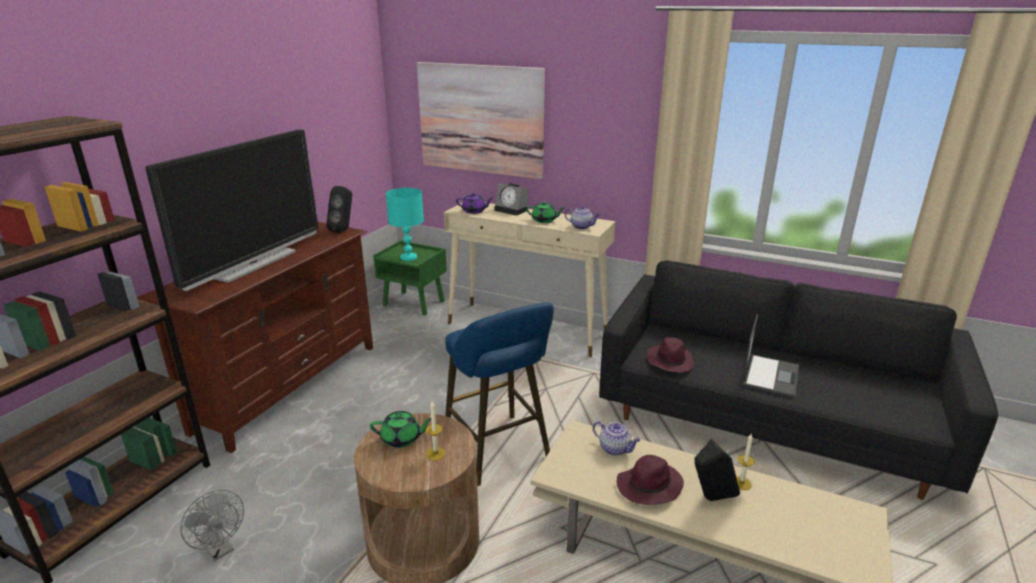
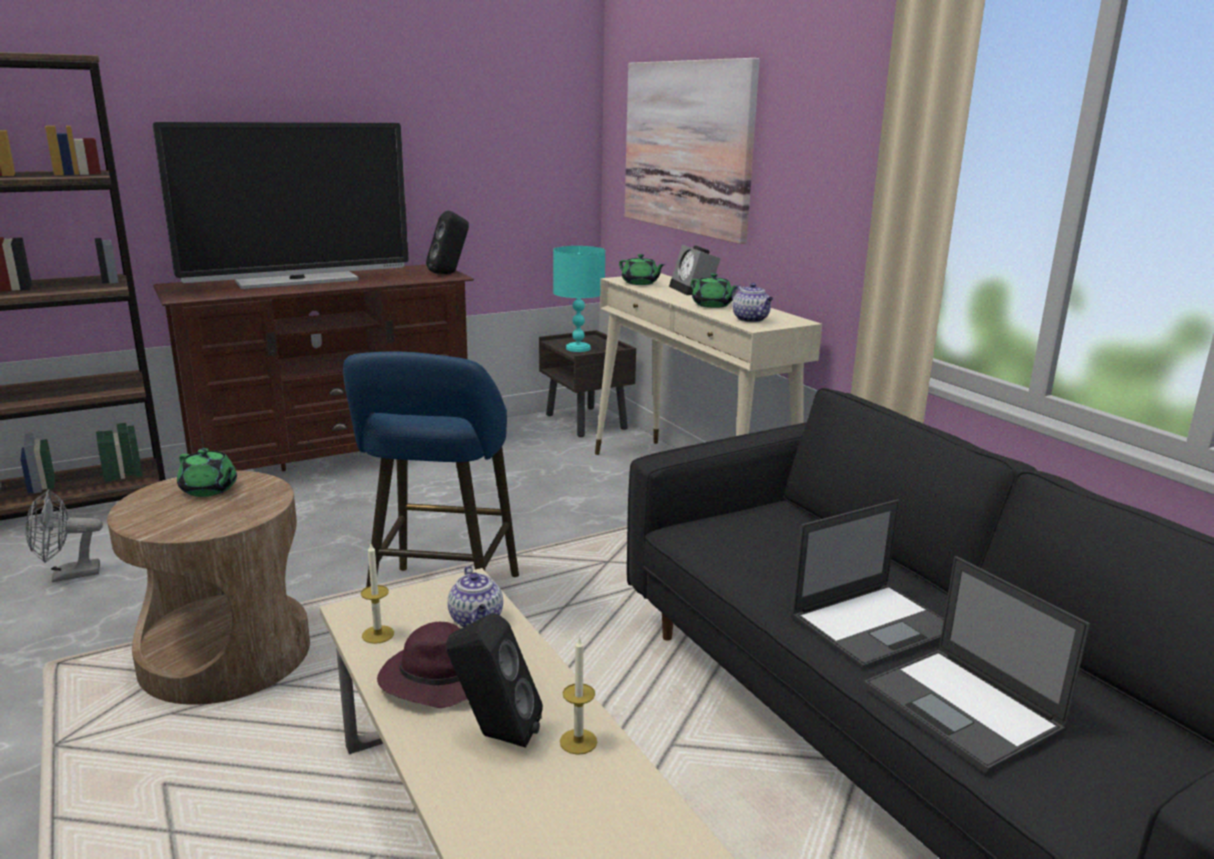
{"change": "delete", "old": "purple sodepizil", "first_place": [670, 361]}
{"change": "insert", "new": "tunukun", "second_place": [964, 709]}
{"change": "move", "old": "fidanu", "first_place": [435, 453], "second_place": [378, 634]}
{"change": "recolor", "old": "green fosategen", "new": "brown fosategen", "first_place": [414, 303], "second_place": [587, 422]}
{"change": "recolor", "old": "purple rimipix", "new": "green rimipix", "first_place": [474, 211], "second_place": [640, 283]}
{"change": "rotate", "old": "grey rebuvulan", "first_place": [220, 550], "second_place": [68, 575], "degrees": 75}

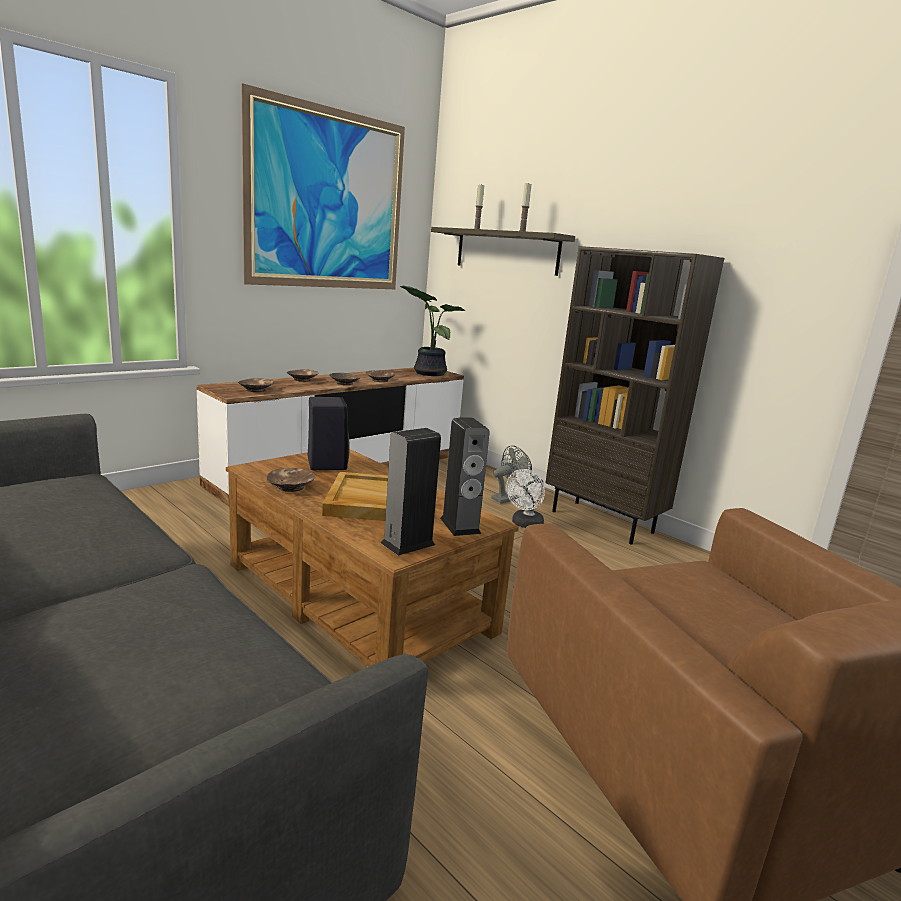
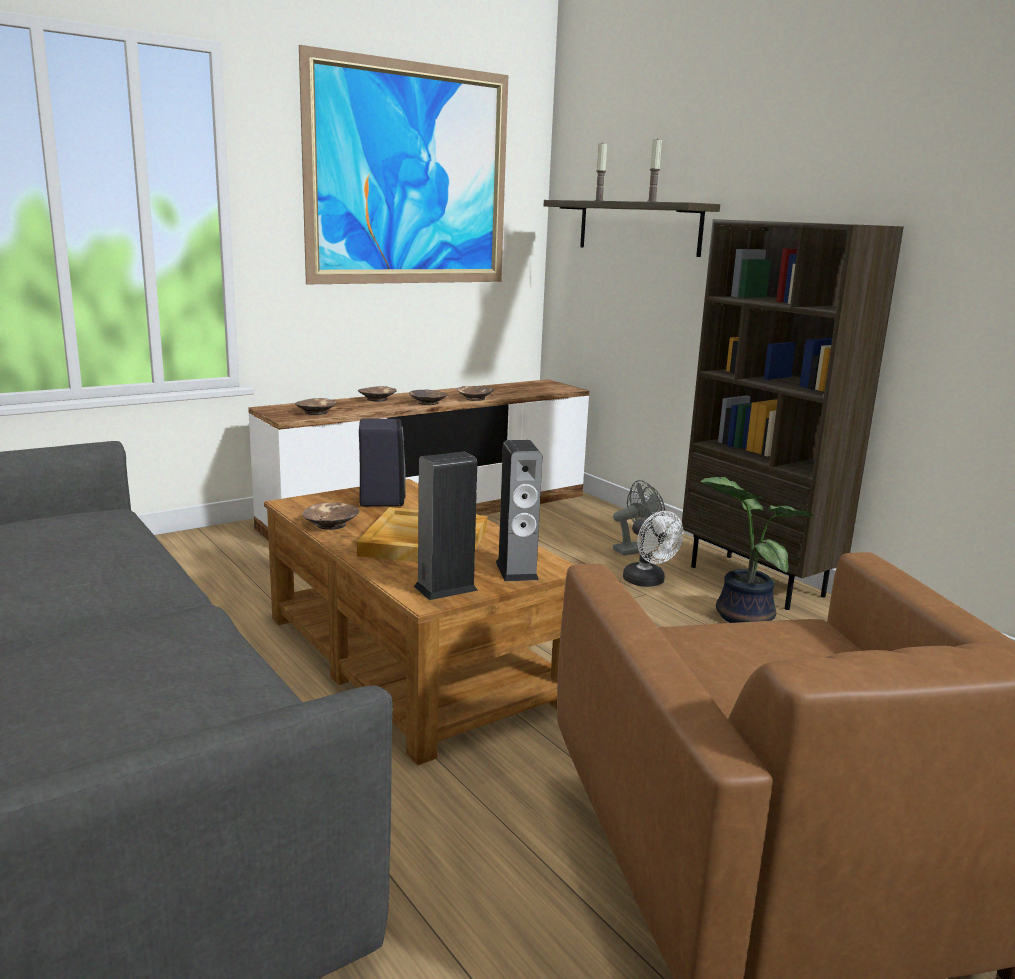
{"change": "move", "old": "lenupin", "first_place": [427, 373], "second_place": [740, 616]}
{"change": "rotate", "old": "white rebuvulan", "first_place": [525, 524], "second_place": [648, 582], "degrees": -75}

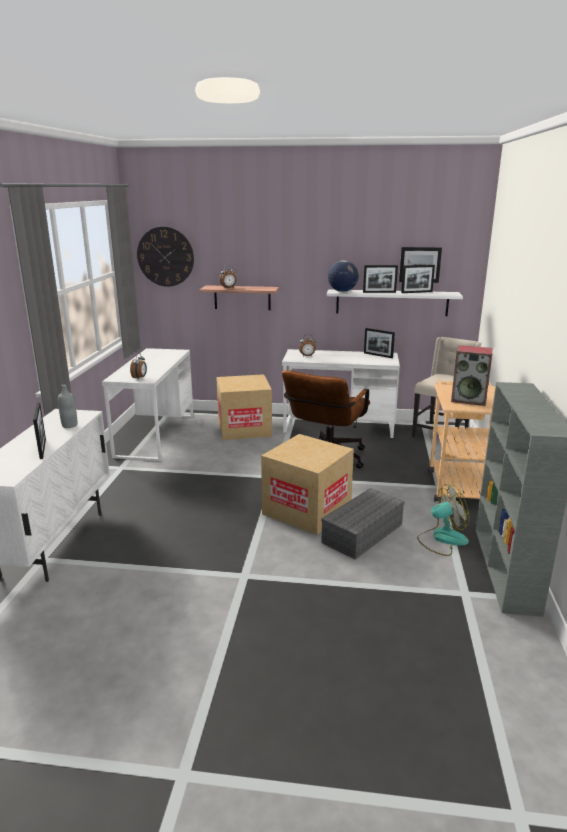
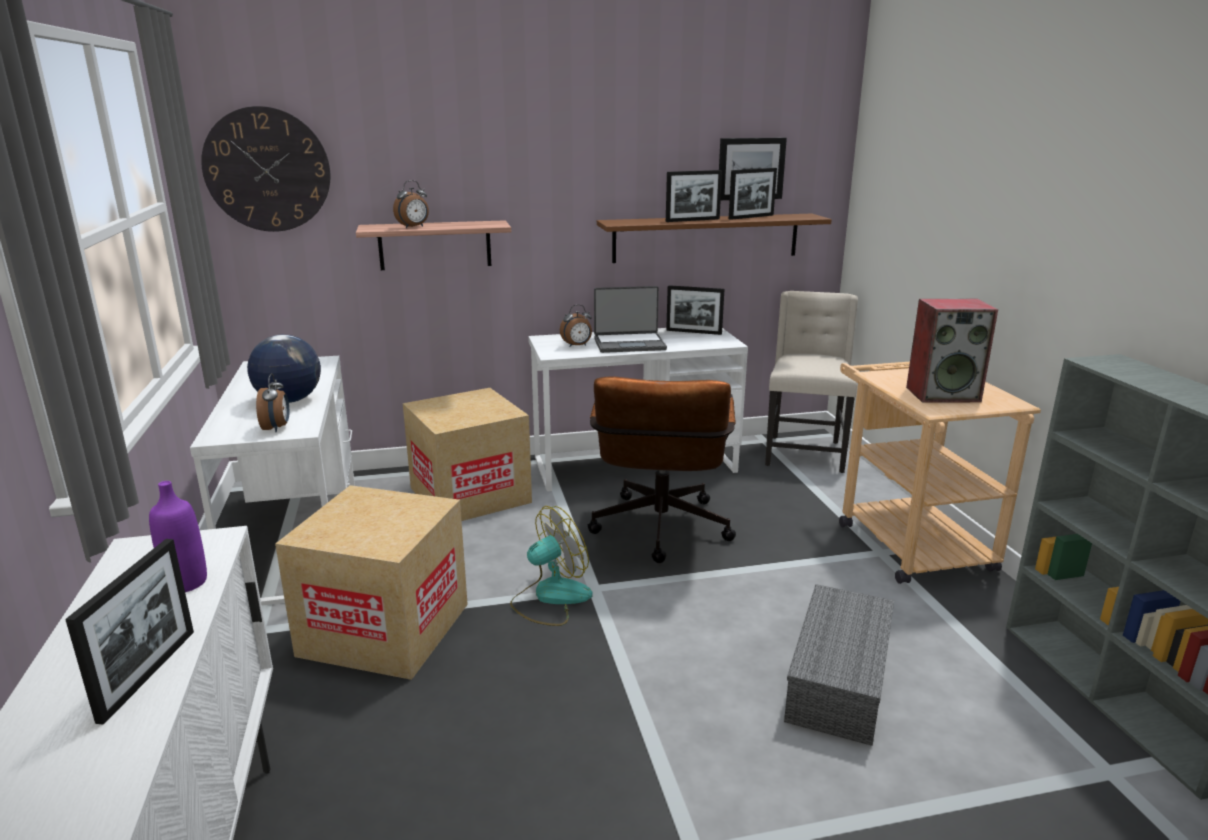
{"change": "insert", "new": "tunukun", "second_place": [629, 344]}
{"change": "move", "old": "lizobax", "first_place": [307, 510], "second_place": [385, 629]}
{"change": "move", "old": "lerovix", "first_place": [342, 291], "second_place": [289, 400]}
{"change": "move", "old": "rebuvulan", "first_place": [442, 539], "second_place": [550, 598]}
{"change": "recolor", "old": "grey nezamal", "new": "purple nezamal", "first_place": [69, 425], "second_place": [186, 583]}
{"change": "recolor", "old": "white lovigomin", "new": "brown lovigomin", "first_place": [392, 302], "second_place": [706, 238]}
{"change": "rotate", "old": "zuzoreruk", "first_place": [42, 448], "second_place": [148, 674], "degrees": 45}

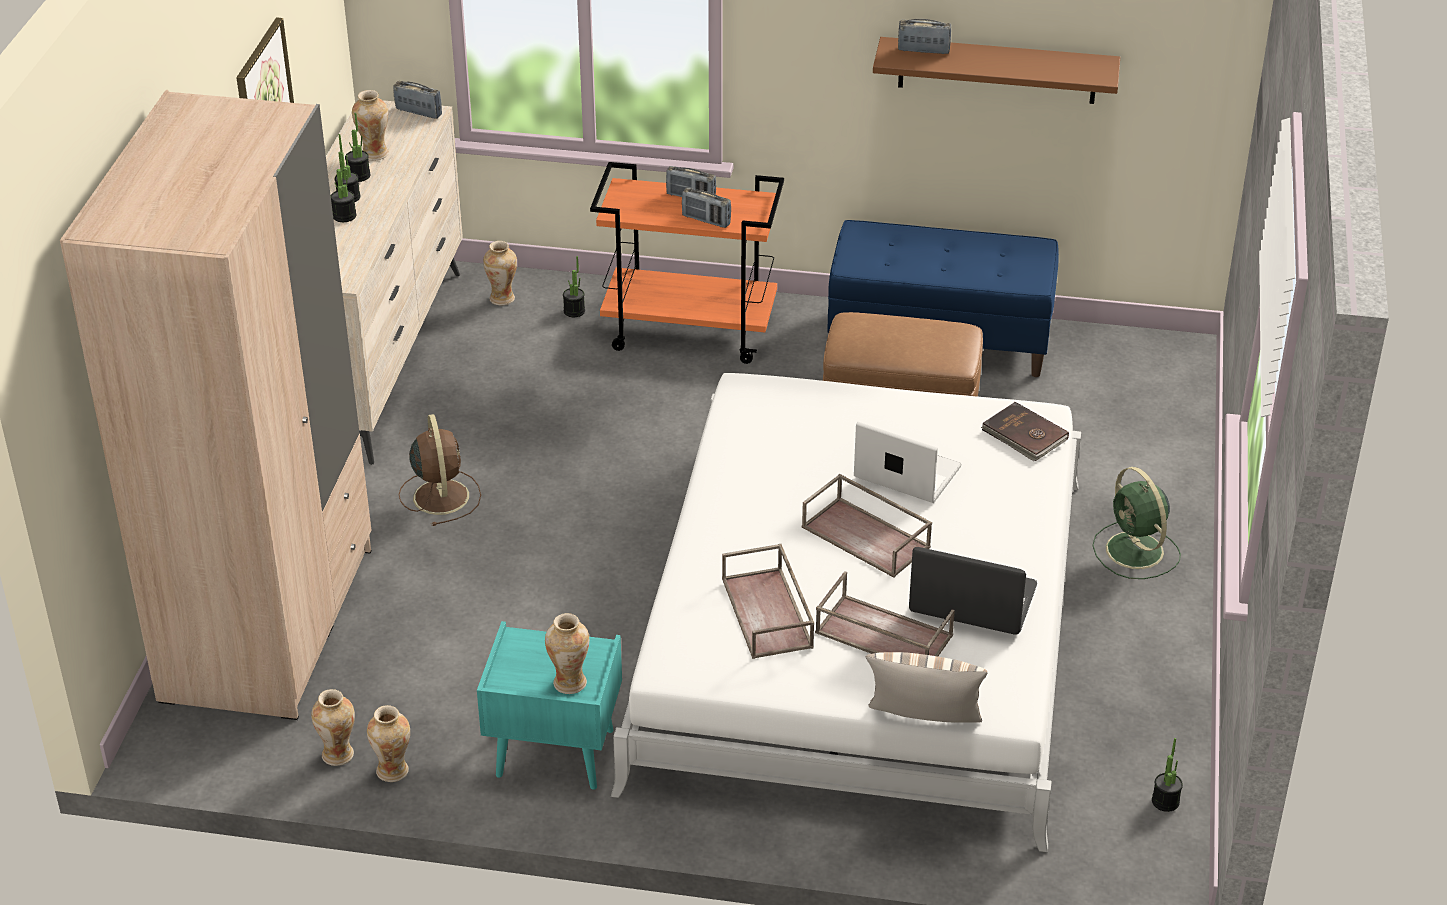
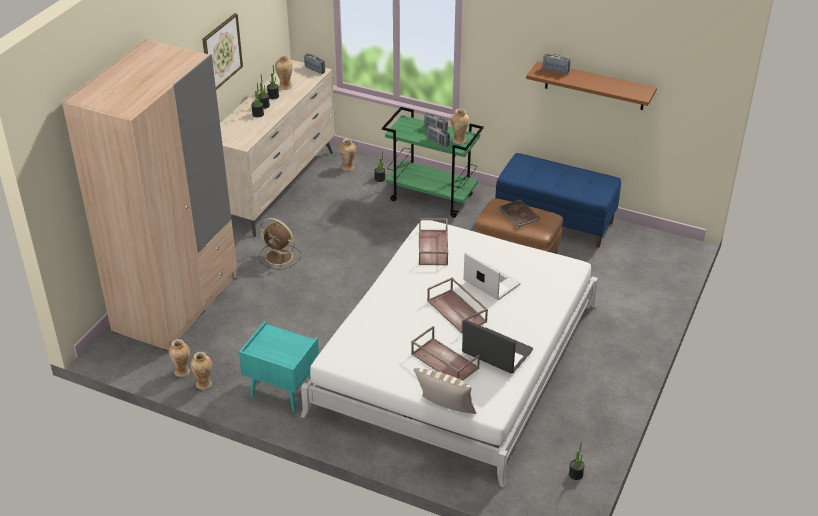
{"change": "delete", "old": "green rebuvulan", "first_place": [1136, 552]}
{"change": "move", "old": "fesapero", "first_place": [569, 683], "second_place": [459, 140]}
{"change": "move", "old": "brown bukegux", "first_place": [768, 613], "second_place": [433, 248]}
{"change": "move", "old": "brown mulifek", "first_place": [1024, 435], "second_place": [518, 215]}
{"change": "recolor", "old": "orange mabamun", "new": "green mabamun", "first_place": [691, 331], "second_place": [432, 197]}
{"change": "rotate", "old": "brown rebuvulan", "first_place": [440, 495], "second_place": [280, 257], "degrees": 120}

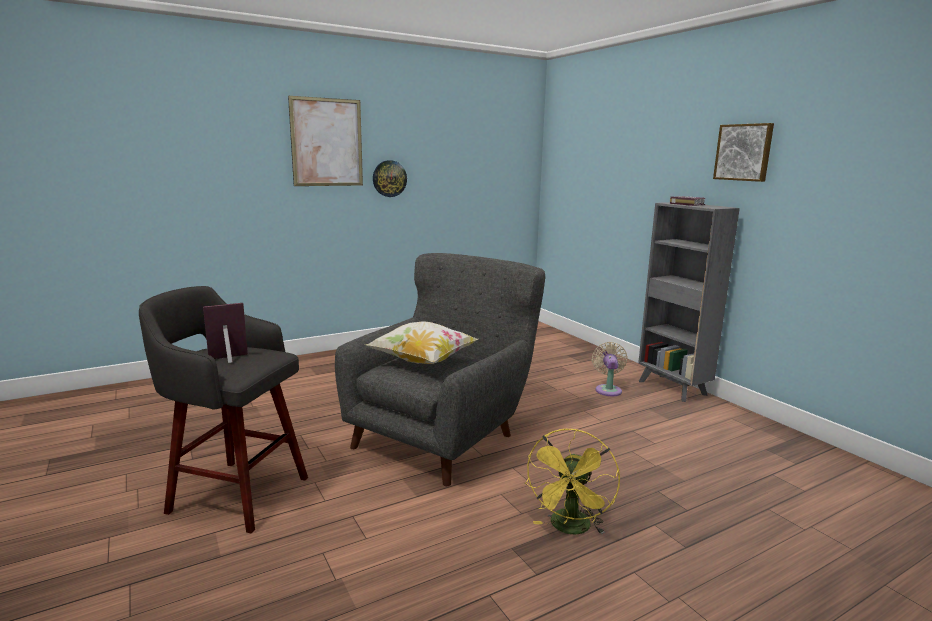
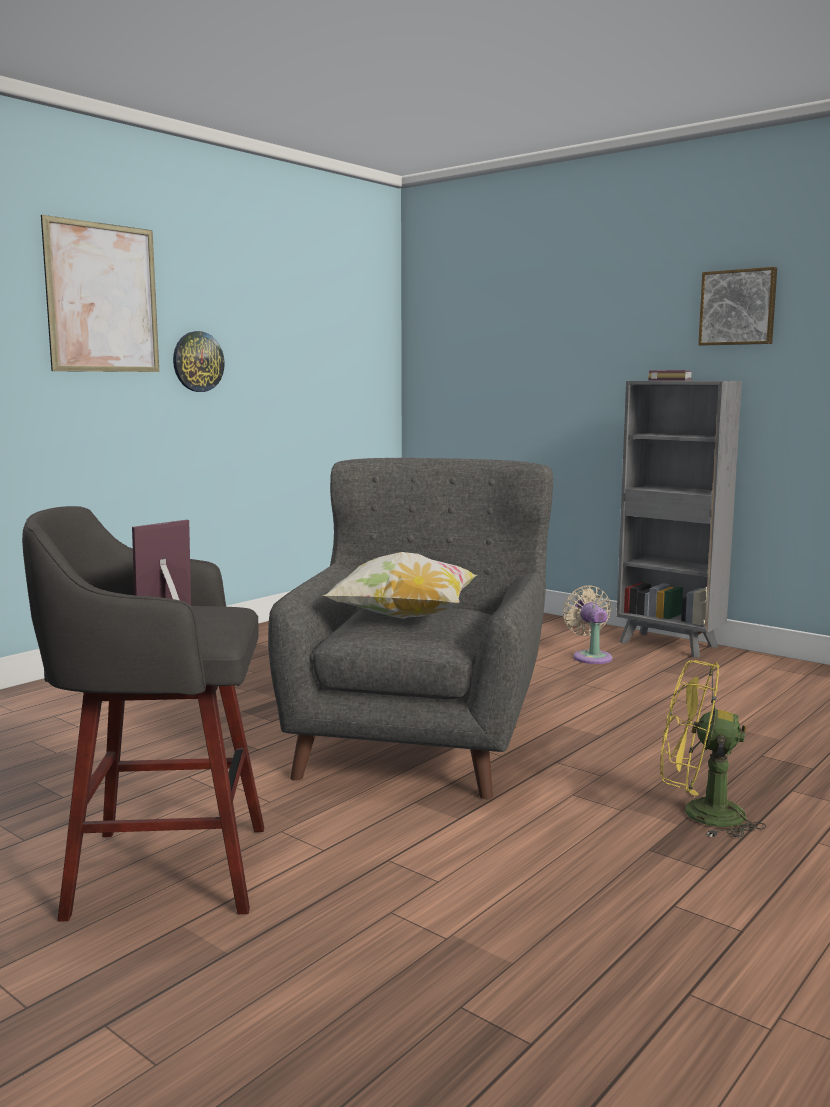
{"change": "rotate", "old": "yellow rebuvulan", "first_place": [570, 529], "second_place": [699, 814], "degrees": 105}

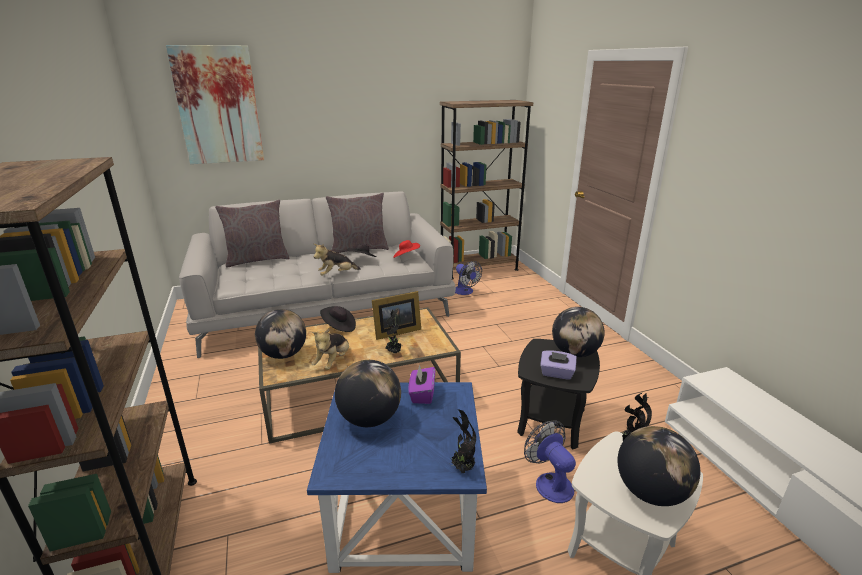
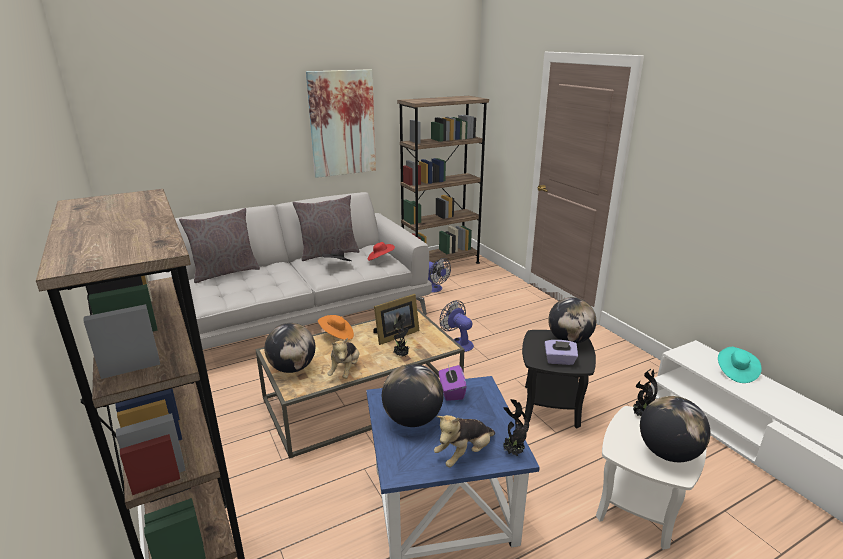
{"change": "insert", "new": "turquoise sodepizil", "second_place": [735, 372]}
{"change": "move", "old": "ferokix", "first_place": [218, 106], "second_place": [342, 123]}
{"change": "move", "old": "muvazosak", "first_place": [337, 274], "second_place": [464, 454]}
{"change": "move", "old": "rebuvulan", "first_place": [549, 482], "second_place": [458, 343]}
{"change": "recolor", "old": "black sodepizil", "new": "orange sodepizil", "first_place": [339, 327], "second_place": [337, 335]}

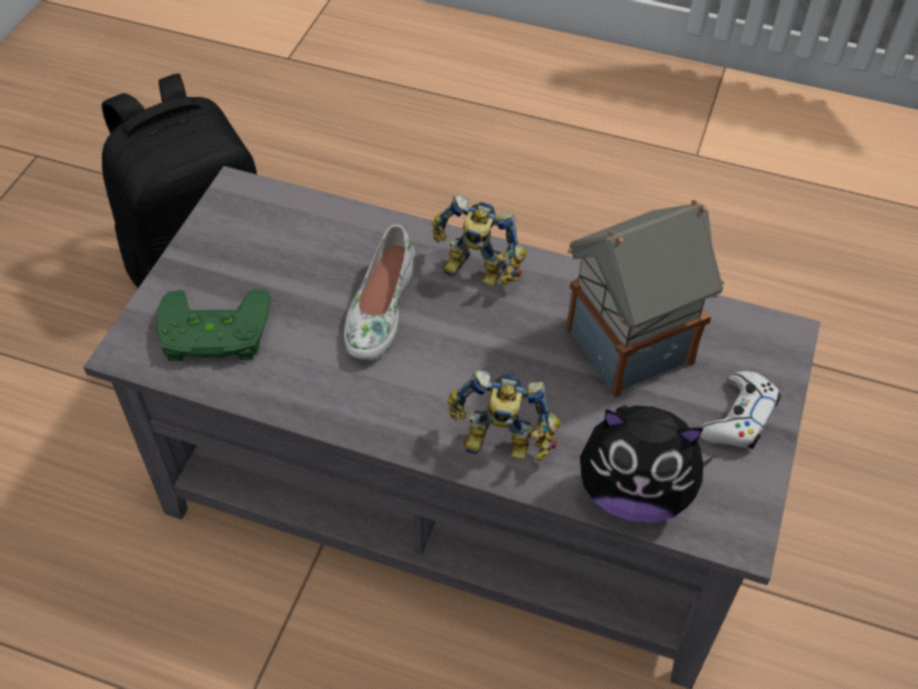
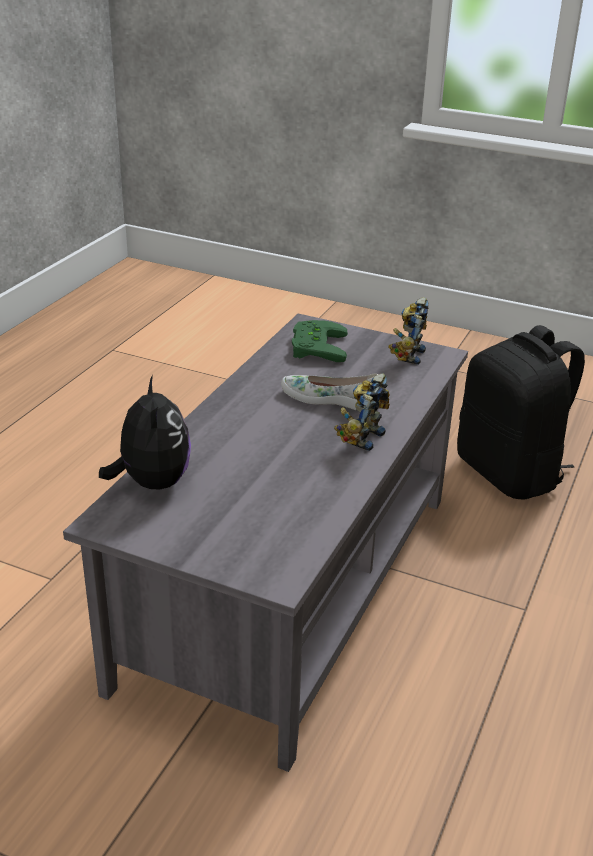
{"change": "delete", "old": "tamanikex", "first_place": [626, 348]}
{"change": "delete", "old": "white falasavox", "first_place": [738, 418]}
{"change": "move", "old": "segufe", "first_place": [500, 446], "second_place": [407, 355]}
{"change": "rotate", "old": "muvazosak", "first_place": [634, 492], "second_place": [152, 482], "degrees": 150}

